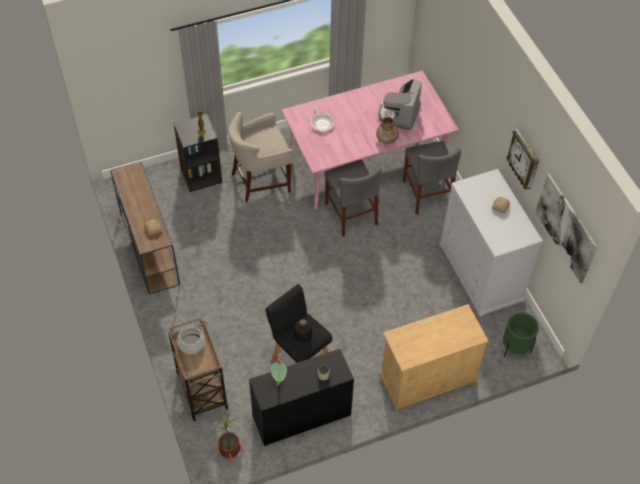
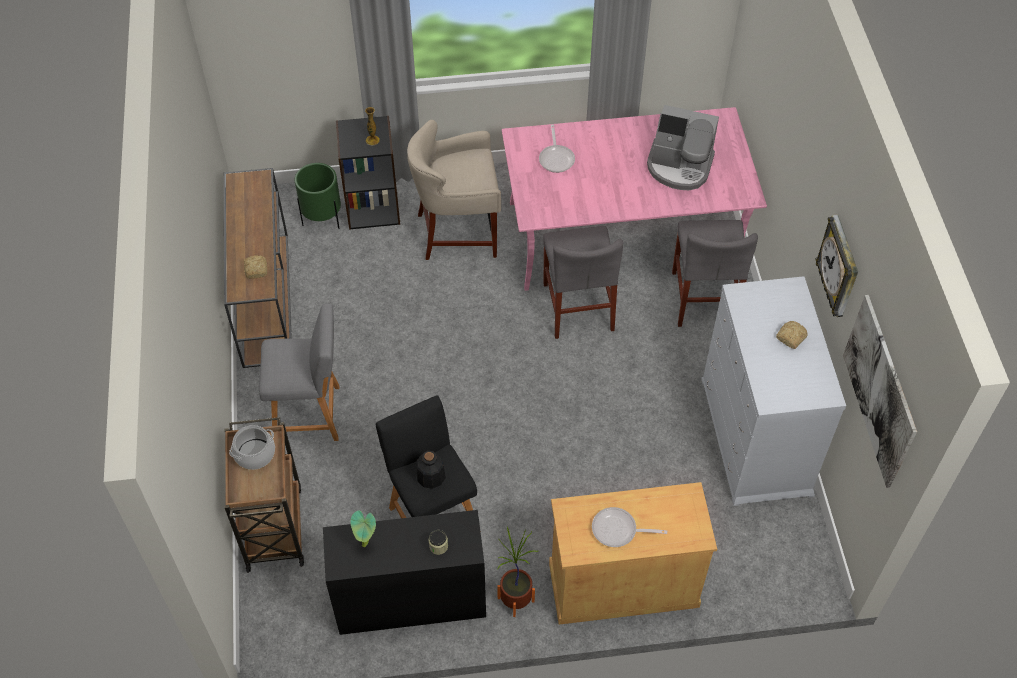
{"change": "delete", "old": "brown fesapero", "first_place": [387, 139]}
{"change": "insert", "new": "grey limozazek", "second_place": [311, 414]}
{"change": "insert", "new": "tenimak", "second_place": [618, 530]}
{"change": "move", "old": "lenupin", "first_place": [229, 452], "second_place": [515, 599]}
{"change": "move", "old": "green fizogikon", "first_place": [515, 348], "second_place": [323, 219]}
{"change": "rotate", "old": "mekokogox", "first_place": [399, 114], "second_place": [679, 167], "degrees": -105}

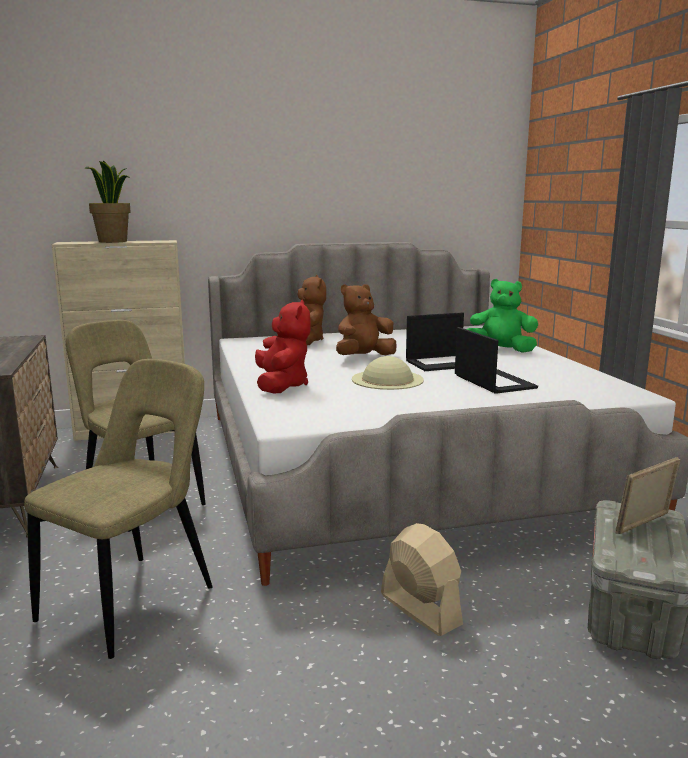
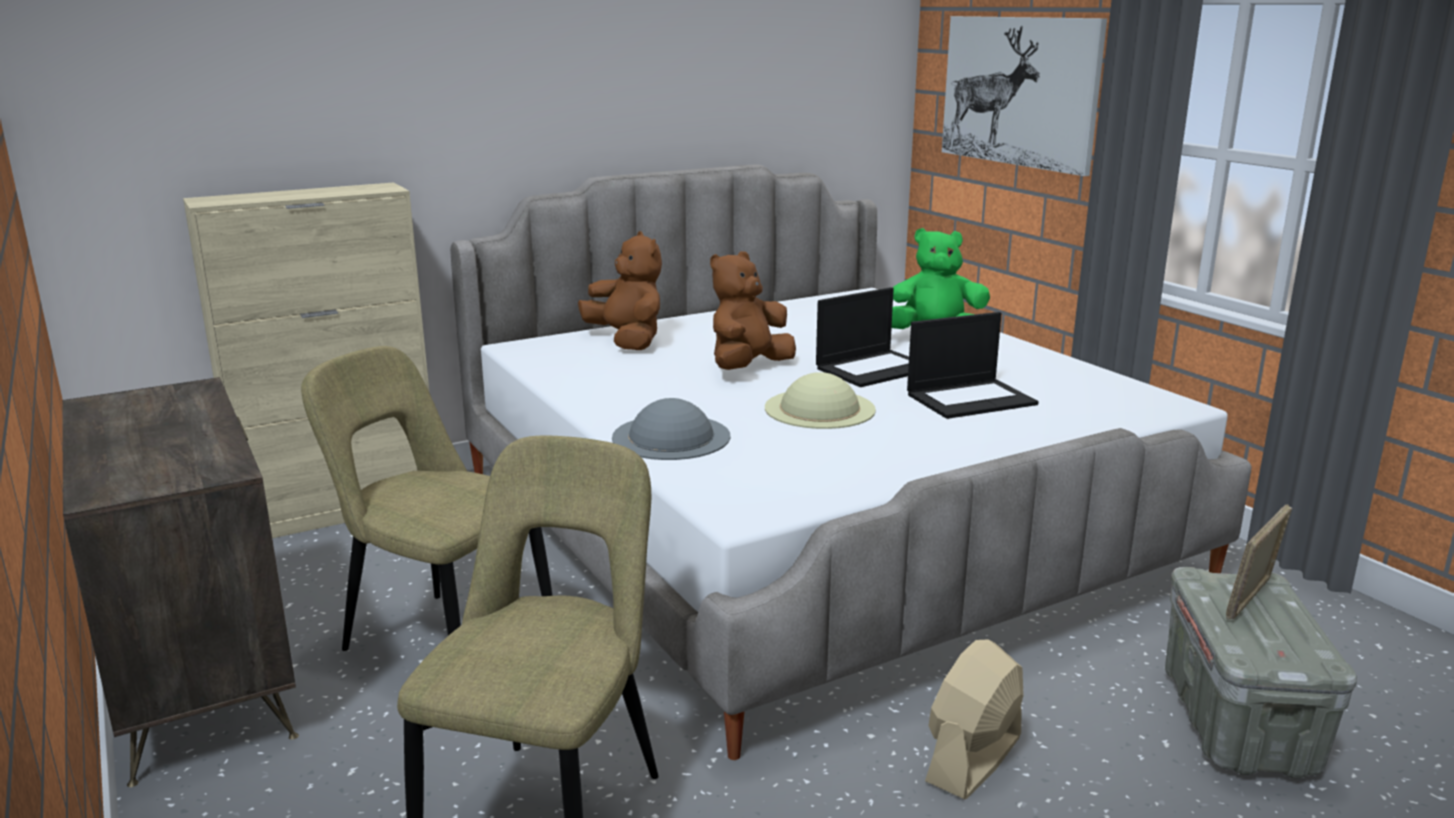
{"change": "delete", "old": "lenupin", "first_place": [113, 241]}
{"change": "insert", "new": "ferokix", "second_place": [1019, 91]}
{"change": "replace", "old": "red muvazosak", "new": "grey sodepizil", "first_place": [281, 386], "second_place": [671, 436]}
{"change": "rotate", "old": "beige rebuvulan", "first_place": [420, 609], "second_place": [973, 759], "degrees": -90}
{"change": "rotate", "old": "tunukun", "first_place": [493, 382], "second_place": [971, 399], "degrees": 105}

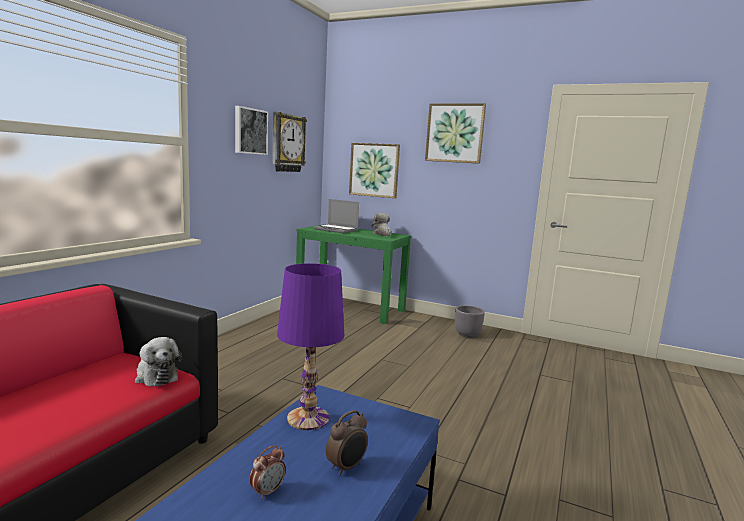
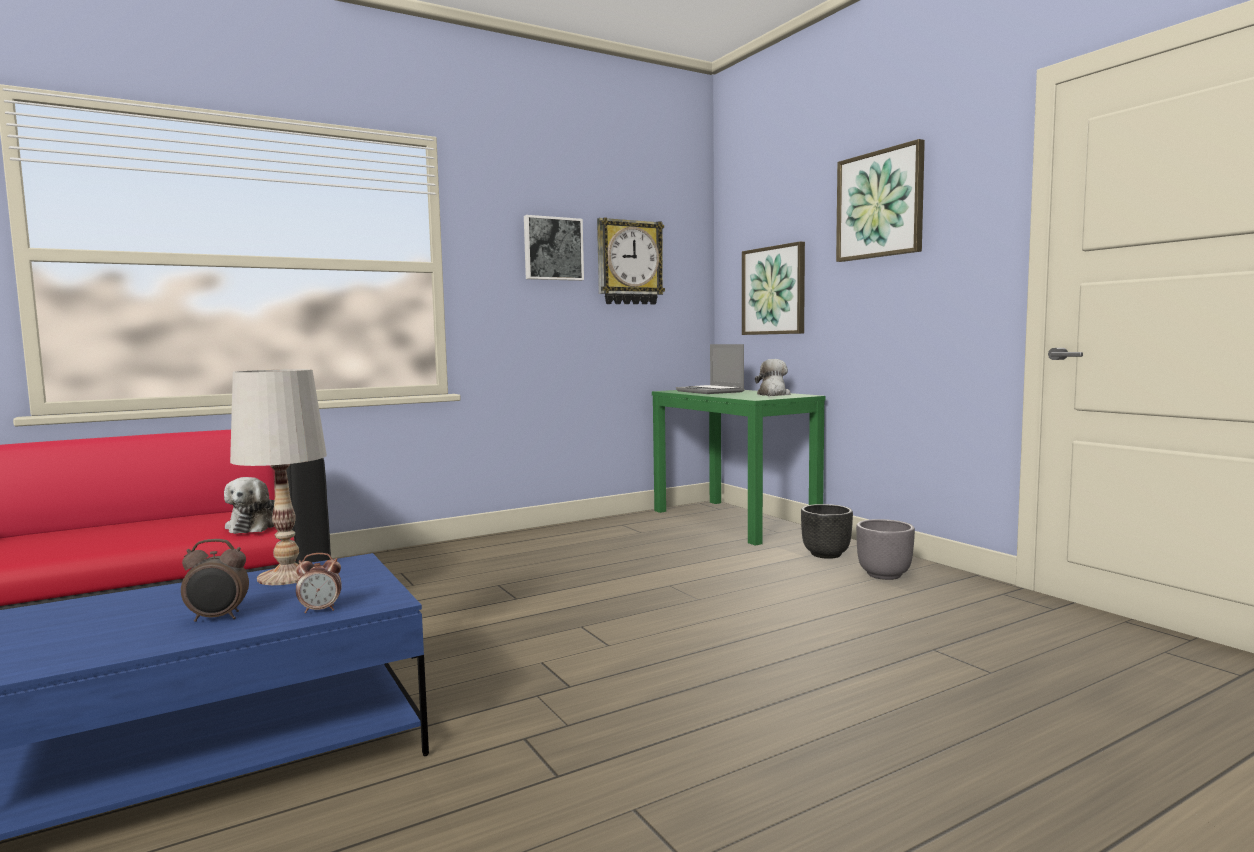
{"change": "insert", "new": "black fizogikon", "second_place": [826, 554]}
{"change": "move", "old": "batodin", "first_place": [268, 491], "second_place": [320, 610]}
{"change": "recolor", "old": "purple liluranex", "new": "white liluranex", "first_place": [308, 418], "second_place": [287, 576]}

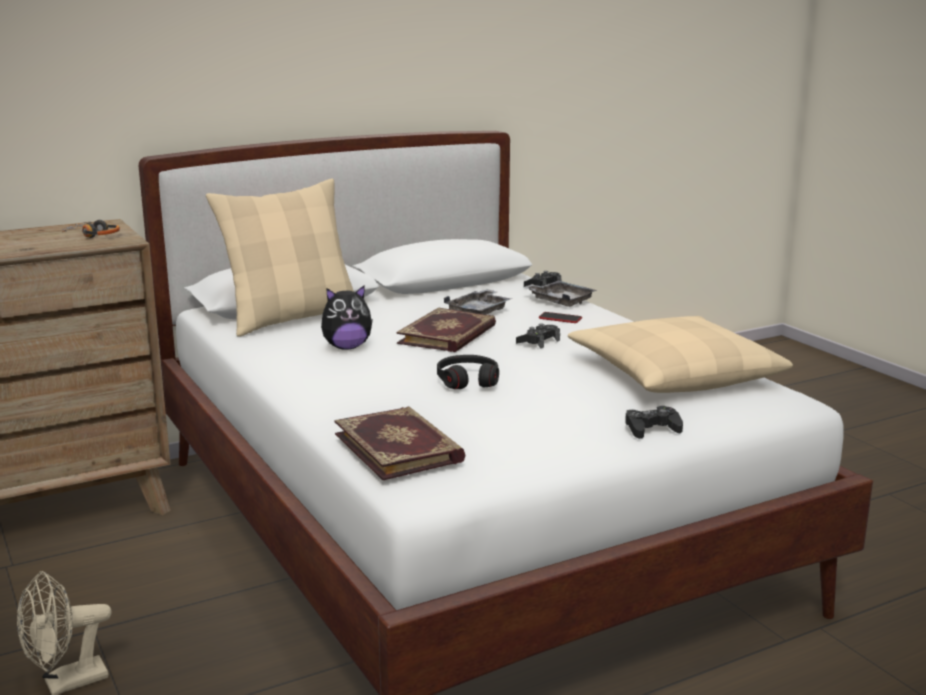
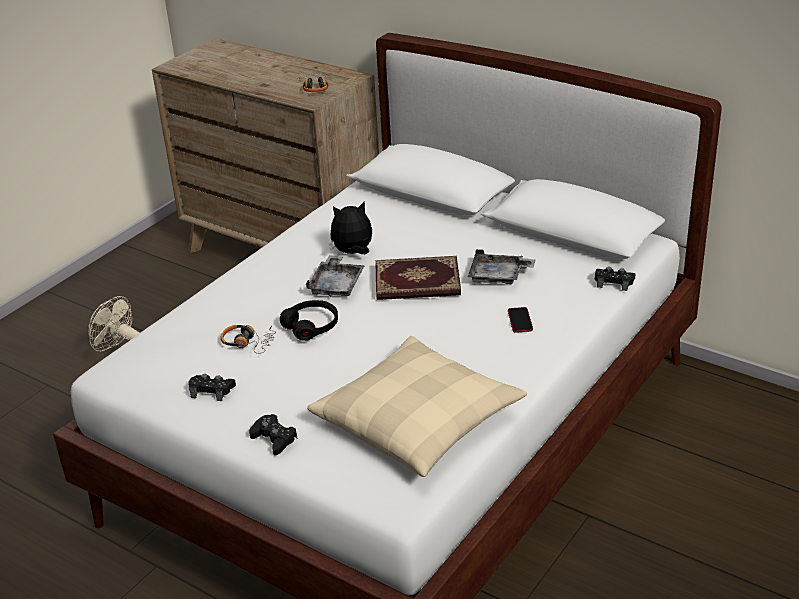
{"change": "delete", "old": "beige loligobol", "first_place": [291, 319]}
{"change": "delete", "old": "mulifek", "first_place": [400, 447]}
{"change": "insert", "new": "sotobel", "second_place": [248, 343]}
{"change": "move", "old": "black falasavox", "first_place": [538, 342], "second_place": [212, 391]}
{"change": "move", "old": "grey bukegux", "first_place": [560, 301], "second_place": [337, 285]}
{"change": "rotate", "old": "muvazosak", "first_place": [347, 347], "second_place": [353, 253], "degrees": 120}

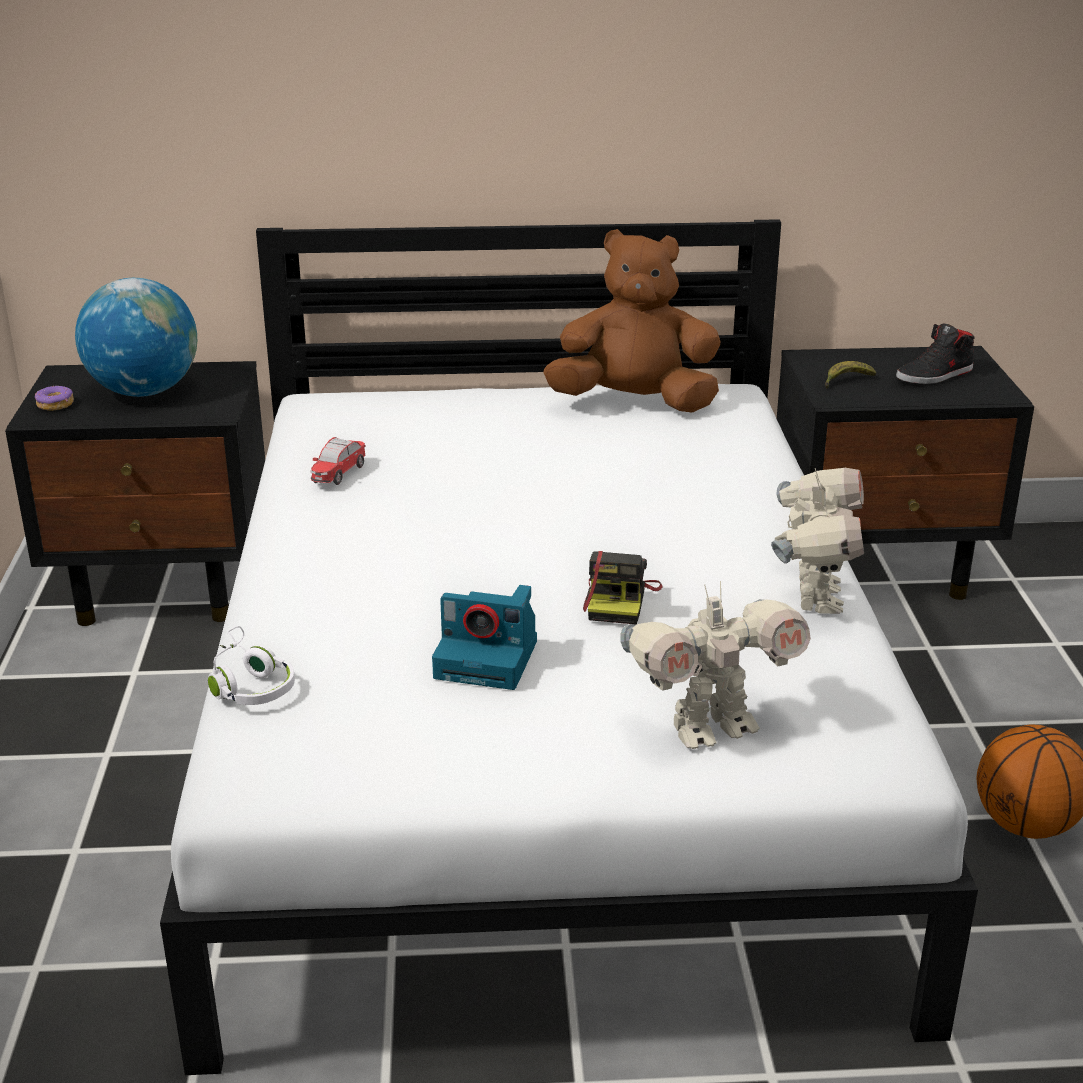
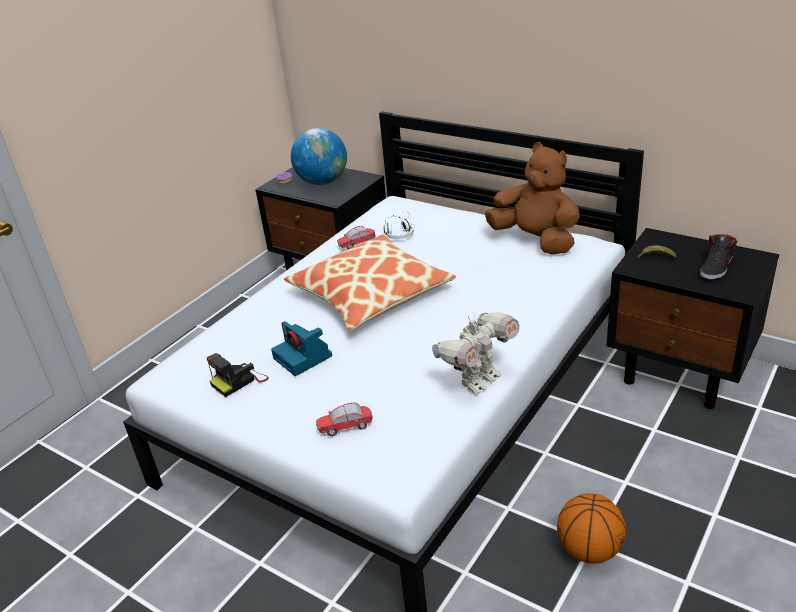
{"change": "insert", "new": "loligobol", "second_place": [370, 294]}
{"change": "move", "old": "white sotobel", "first_place": [249, 684], "second_place": [400, 232]}
{"change": "move", "old": "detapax", "first_place": [619, 600], "second_place": [239, 381]}
{"change": "replace", "old": "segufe", "new": "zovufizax", "first_place": [710, 727], "second_place": [346, 427]}
{"change": "rotate", "old": "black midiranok", "first_place": [935, 375], "second_place": [716, 267], "degrees": -60}

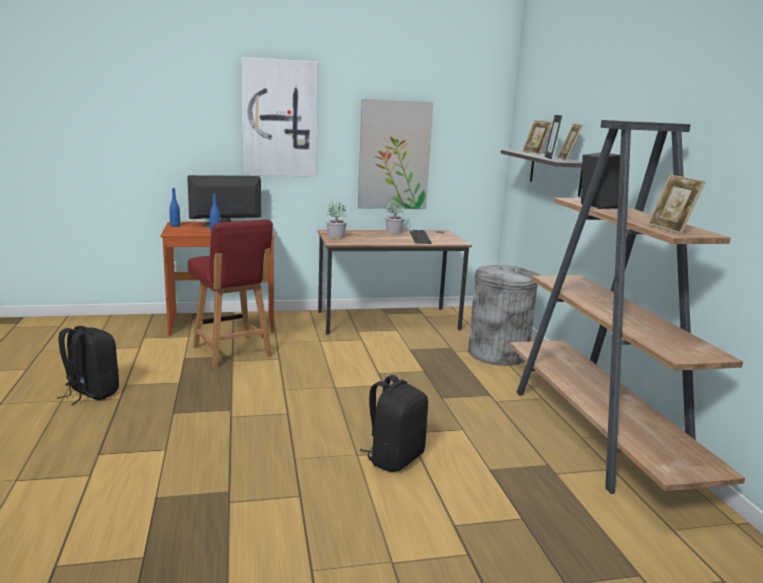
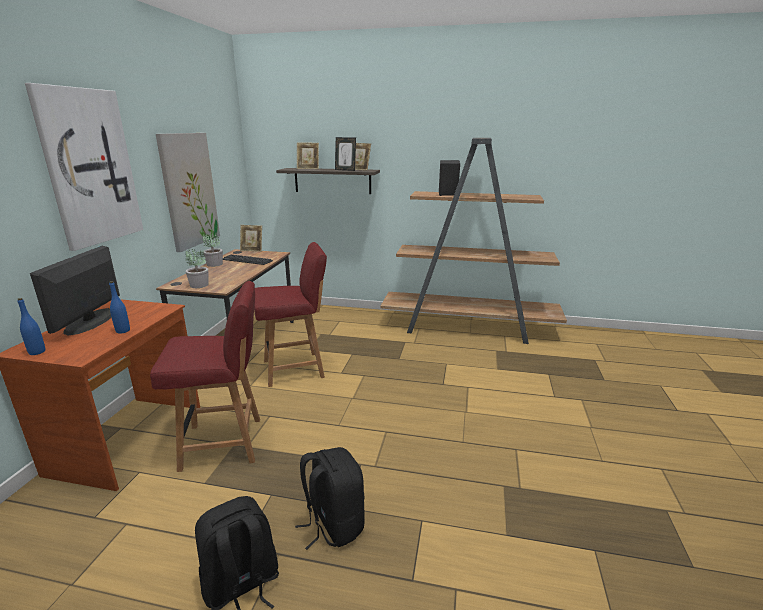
{"change": "delete", "old": "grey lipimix", "first_place": [498, 353]}
{"change": "insert", "new": "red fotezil", "second_place": [295, 368]}
{"change": "move", "old": "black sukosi", "first_place": [394, 458], "second_place": [333, 524]}
{"change": "move", "old": "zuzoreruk", "first_place": [670, 229], "second_place": [252, 250]}

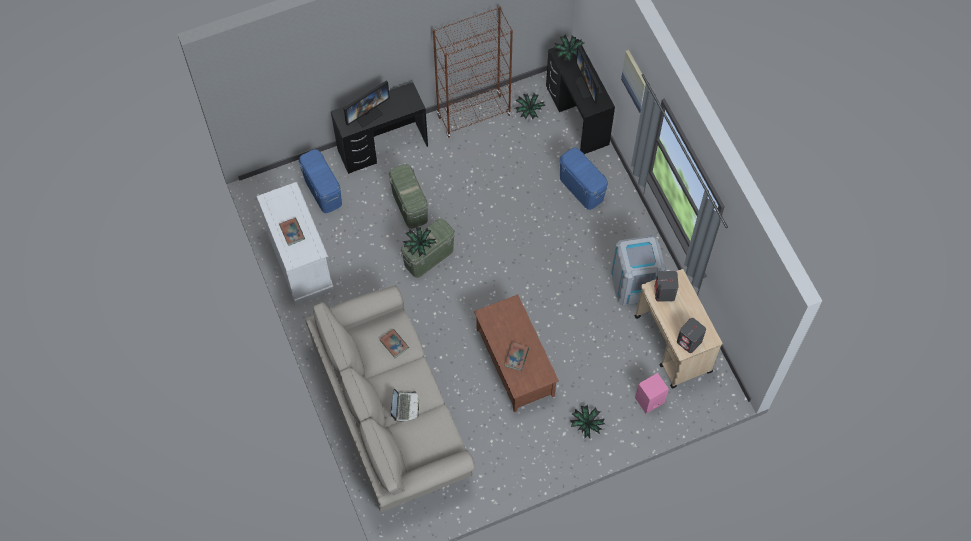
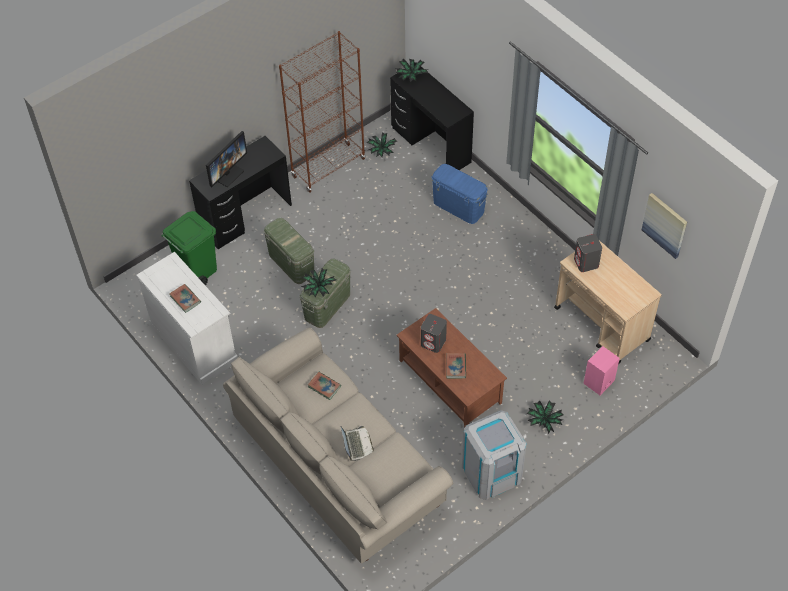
{"change": "delete", "old": "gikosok", "first_place": [588, 86]}
{"change": "move", "old": "grey lipimix", "first_place": [634, 284], "second_place": [491, 472]}
{"change": "move", "old": "ferokix", "first_place": [635, 81], "second_place": [665, 225]}
{"change": "move", "old": "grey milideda", "first_place": [689, 341], "second_place": [433, 342]}
{"change": "replace", "old": "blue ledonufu", "new": "green lipimix", "first_place": [322, 191], "second_place": [196, 271]}

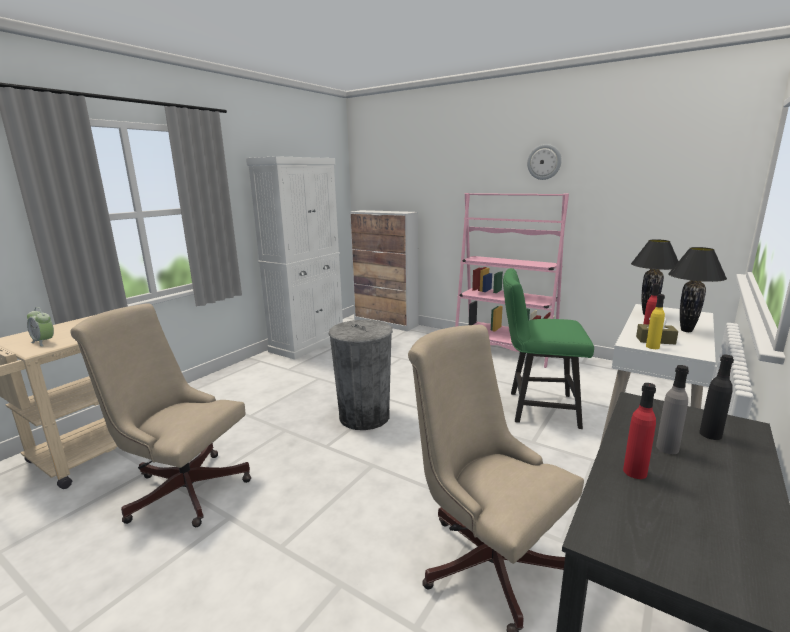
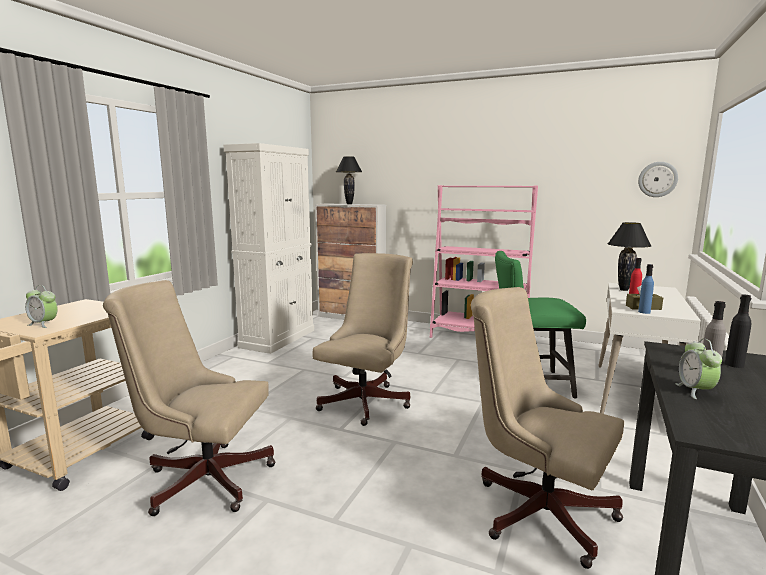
{"change": "move", "old": "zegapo", "first_place": [544, 162], "second_place": [657, 179]}
{"change": "move", "old": "black liluranex", "first_place": [686, 331], "second_place": [349, 204]}
{"change": "replace", "old": "grey lipimix", "new": "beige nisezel", "first_place": [364, 416], "second_place": [367, 400]}
{"change": "replace", "old": "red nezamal", "new": "batodin", "first_place": [635, 472], "second_place": [695, 391]}
{"change": "recolor", "old": "yellow nezamal", "new": "blue nezamal", "first_place": [652, 347], "second_place": [644, 312]}

